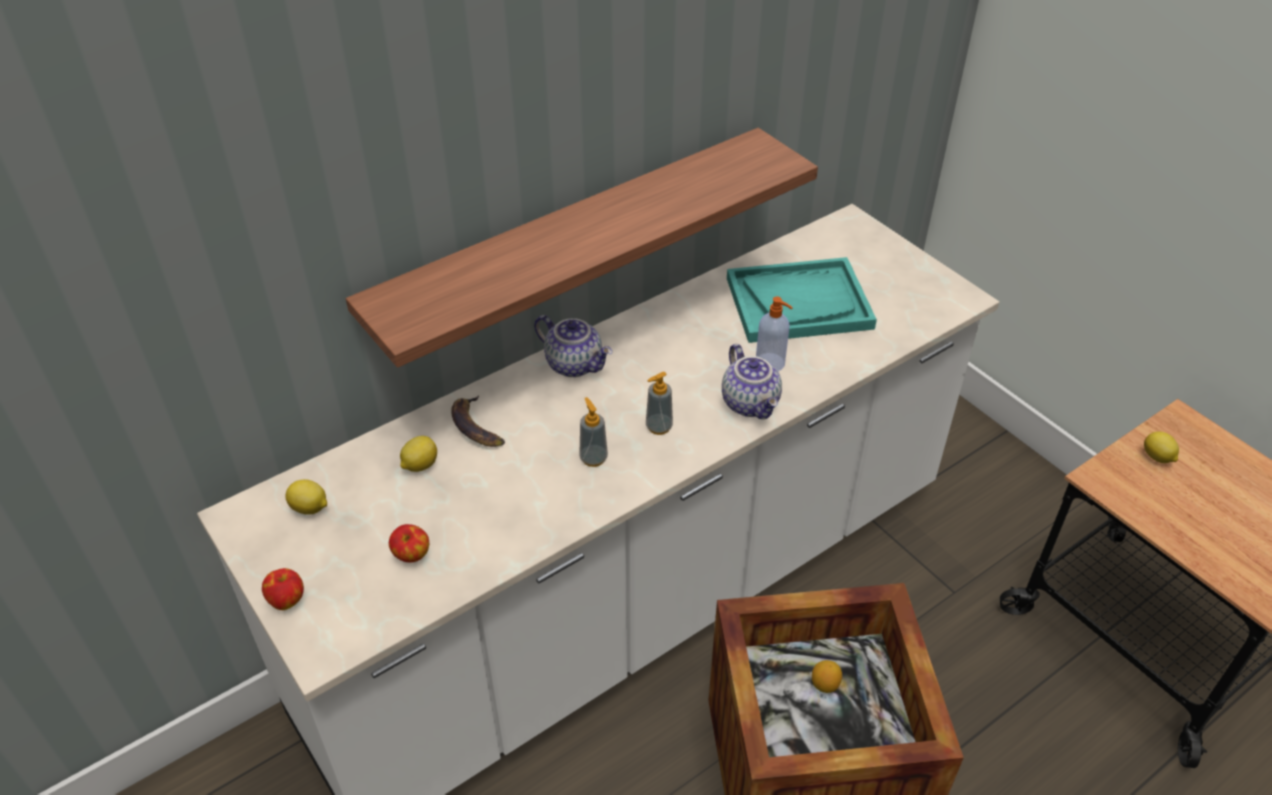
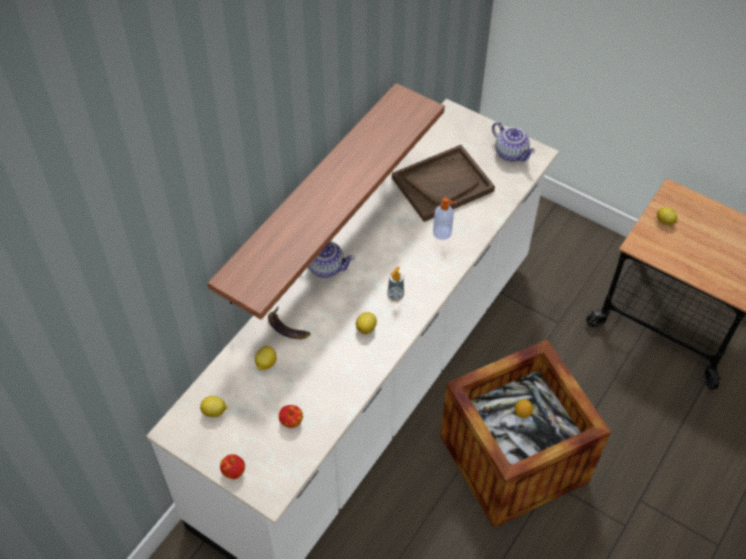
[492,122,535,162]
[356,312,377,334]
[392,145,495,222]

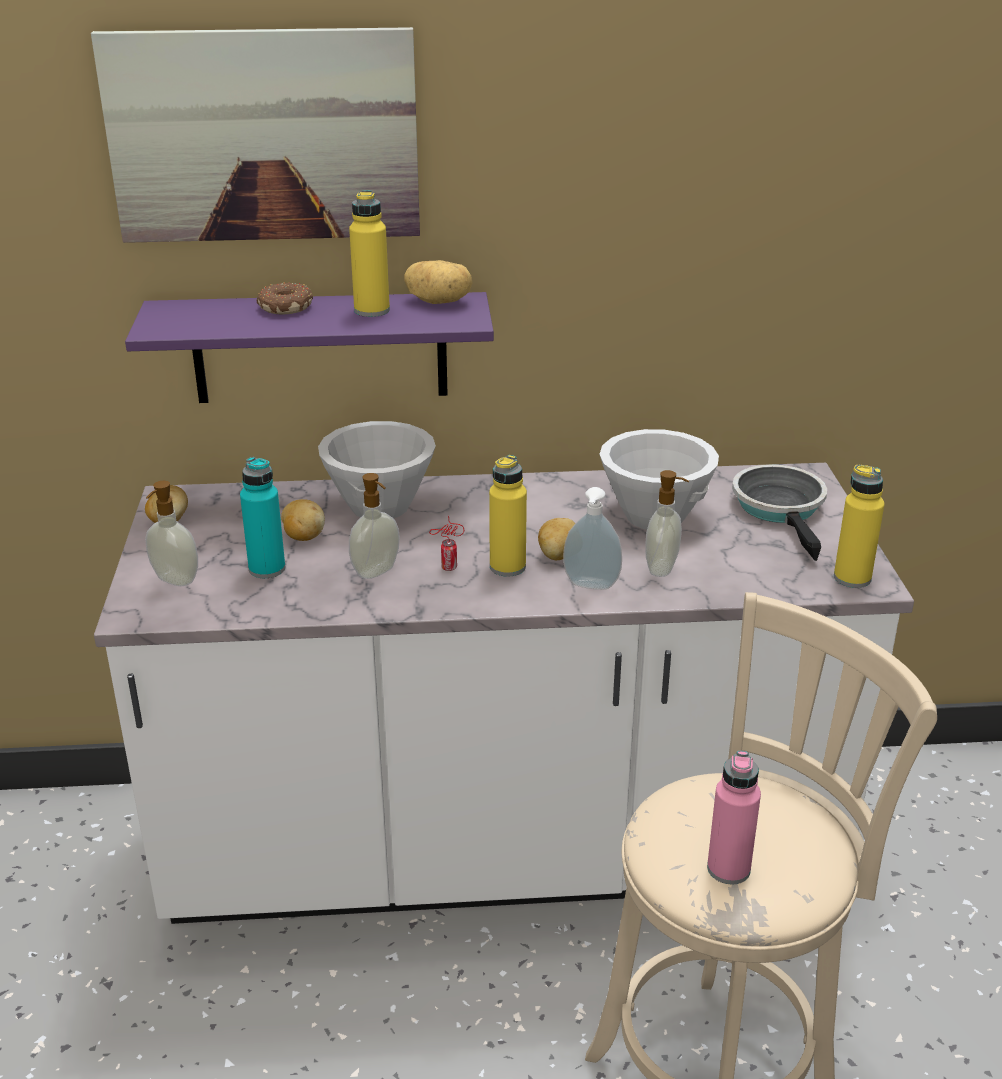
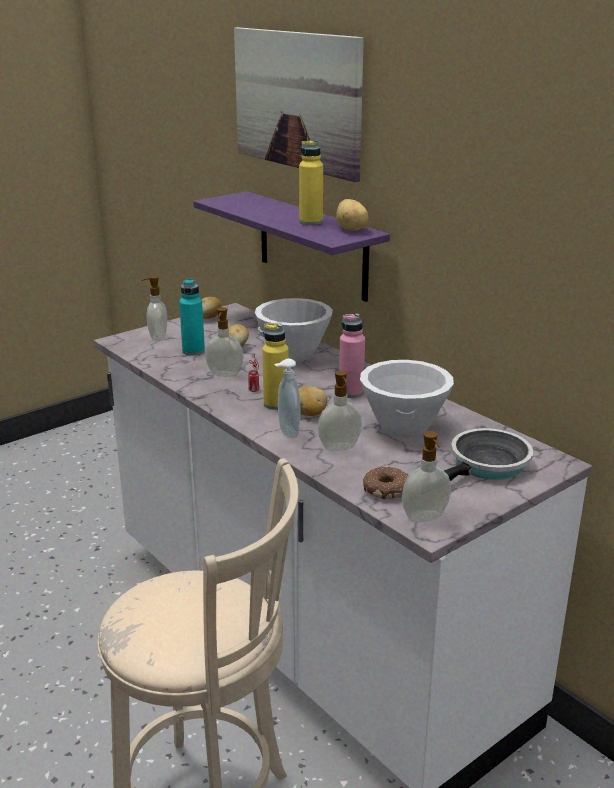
[363,466,408,499]
[339,313,365,398]
[402,431,451,523]

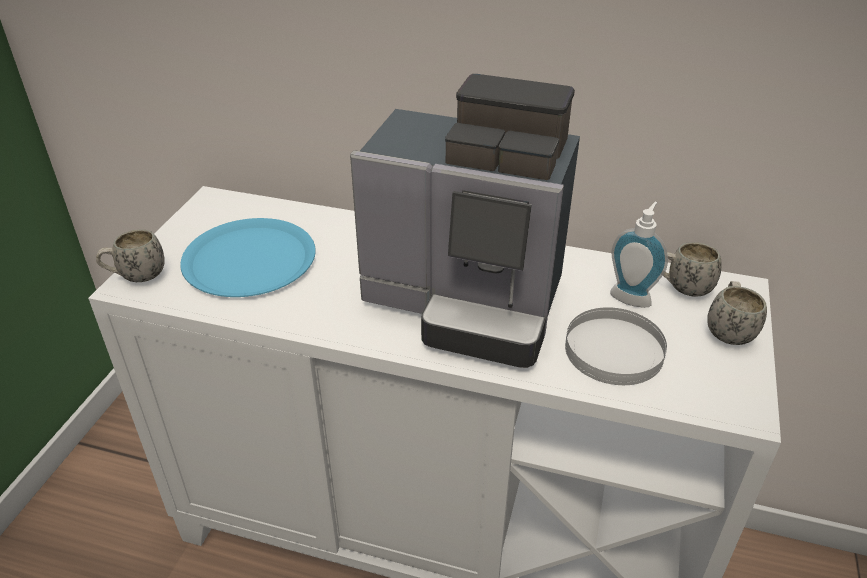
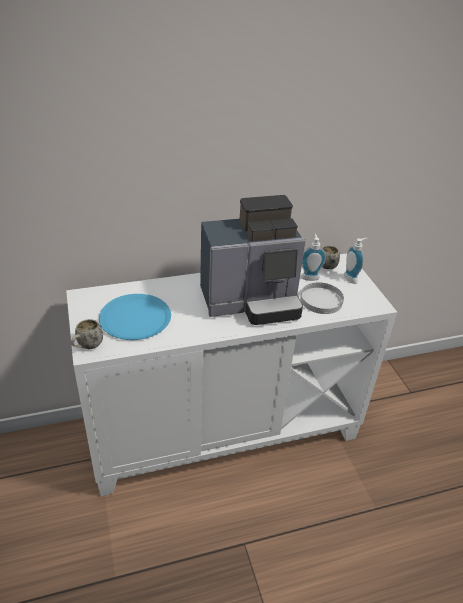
[344,238,368,284]

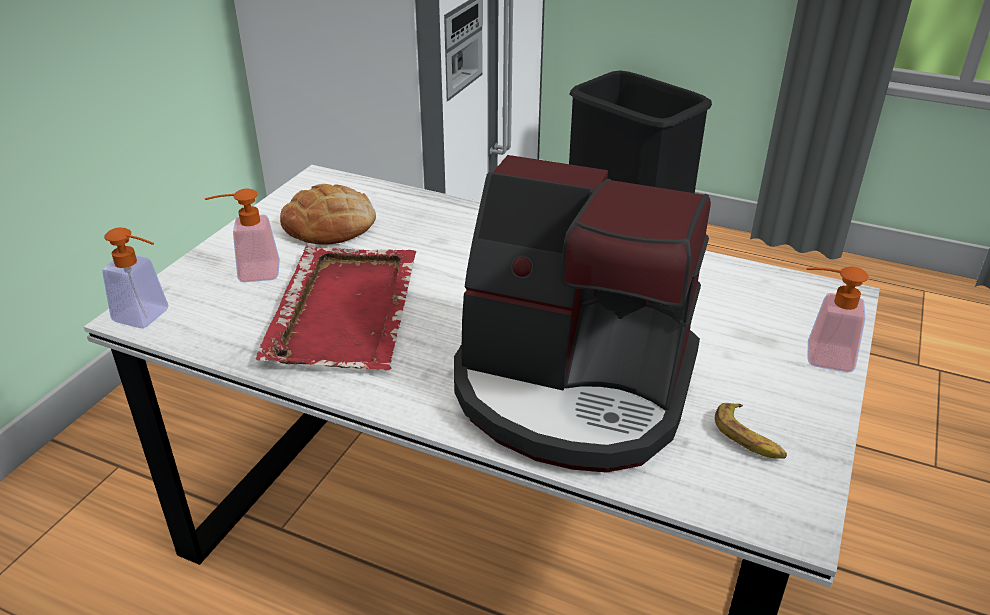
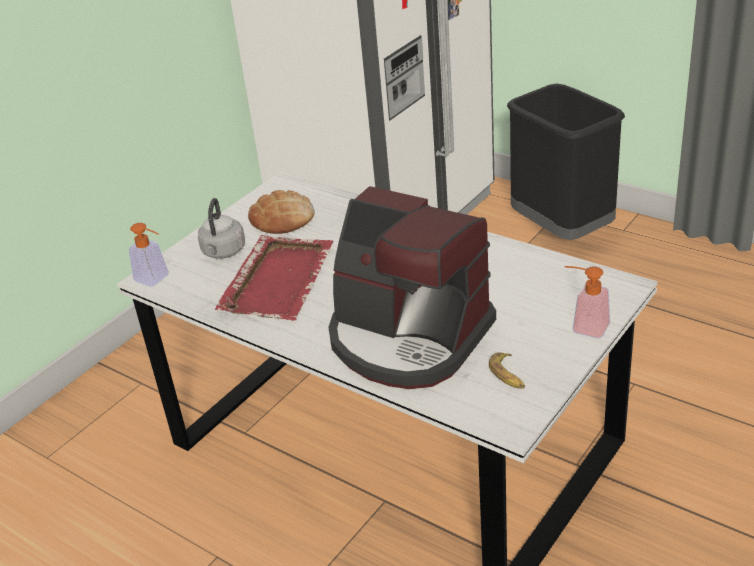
[198,198,245,259]

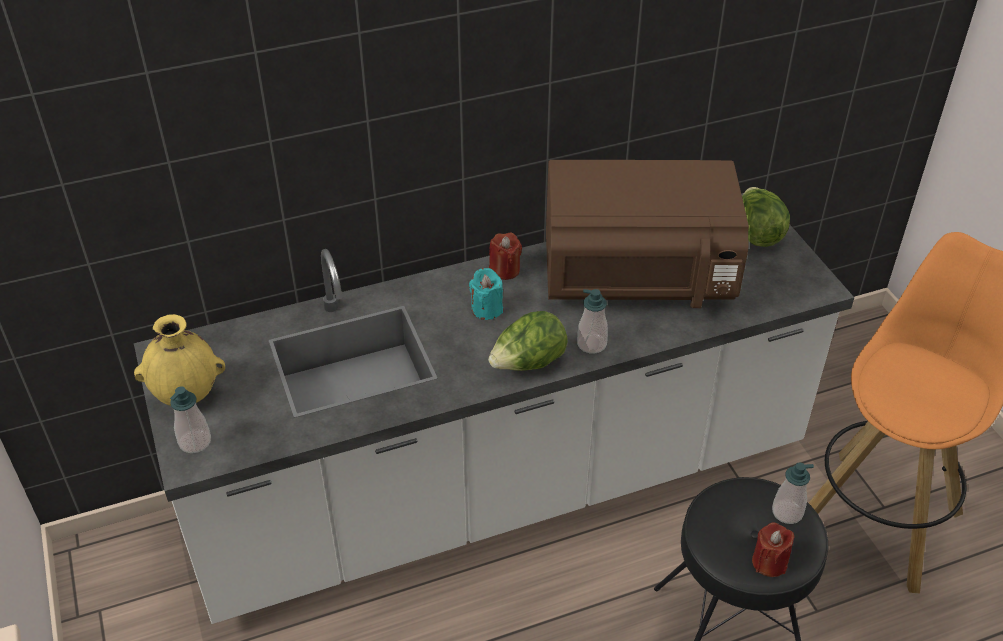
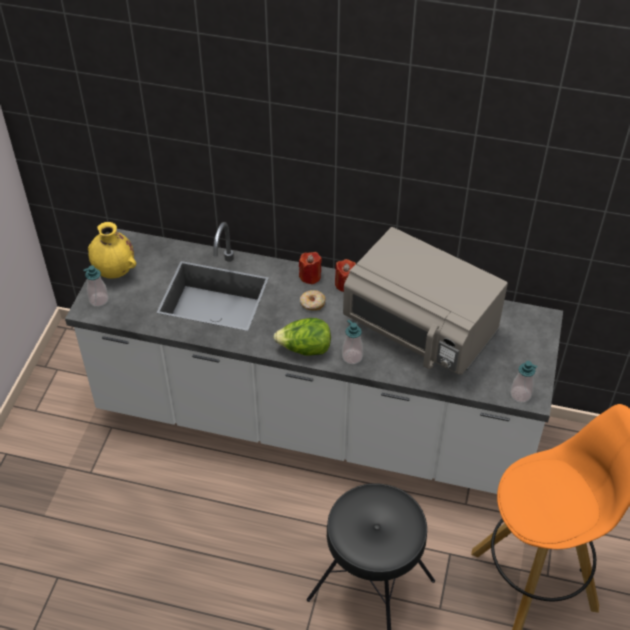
[742,187,790,247] (first image)
[299,252,322,284]
[510,361,537,403]
[300,290,326,311]
[343,227,508,375]

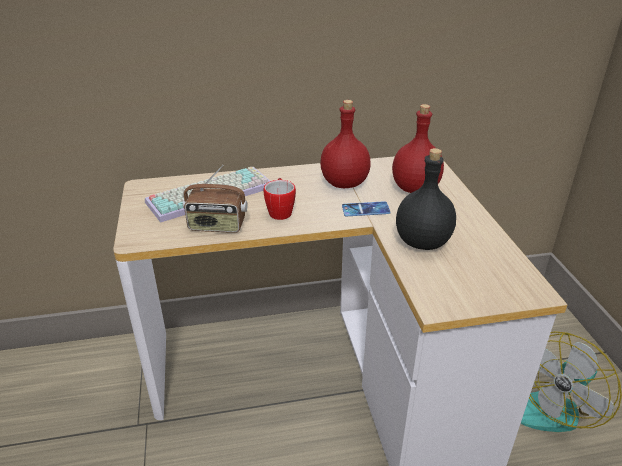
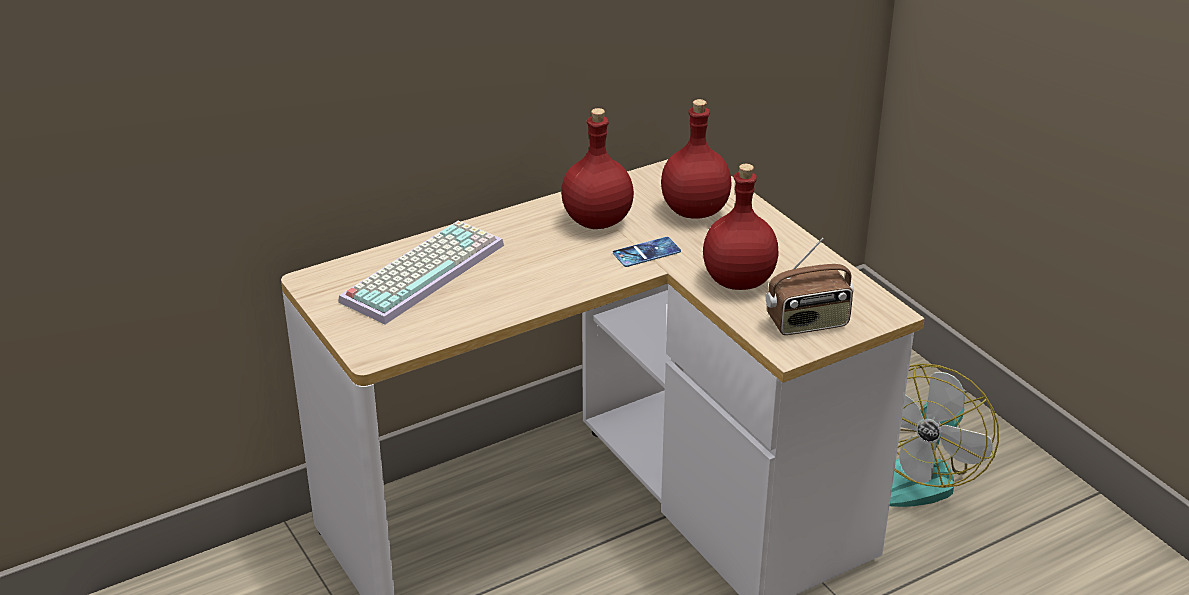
[264,178,296,220] (first image)
[766,238,853,335]
[703,164,778,290]

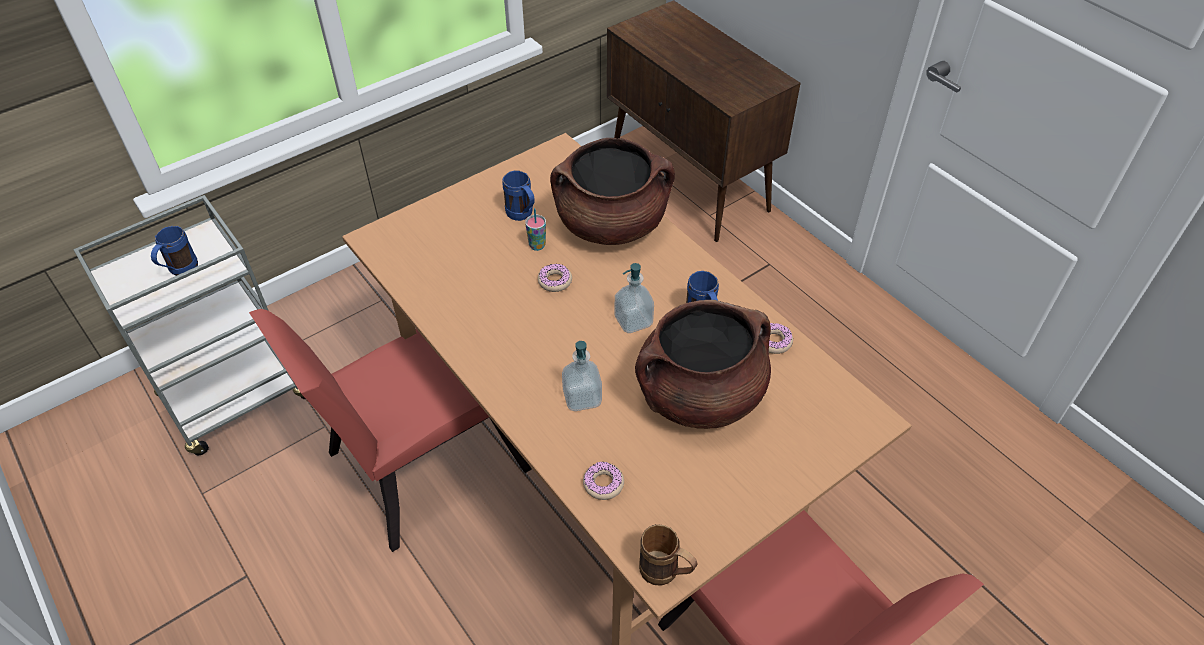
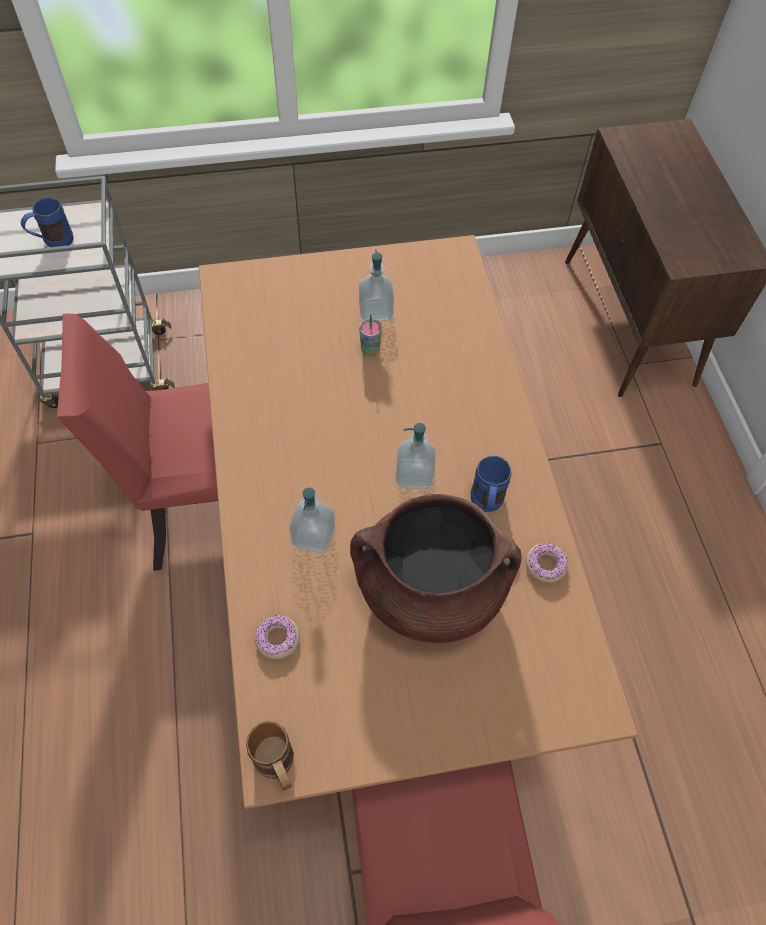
[538,264,572,292] (first image)
[550,138,675,245] (first image)
[359,249,394,321]

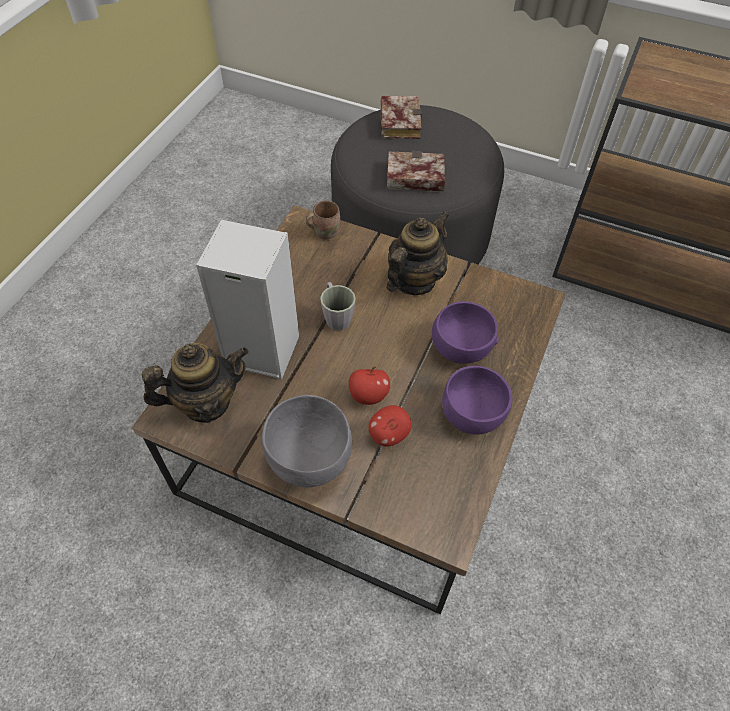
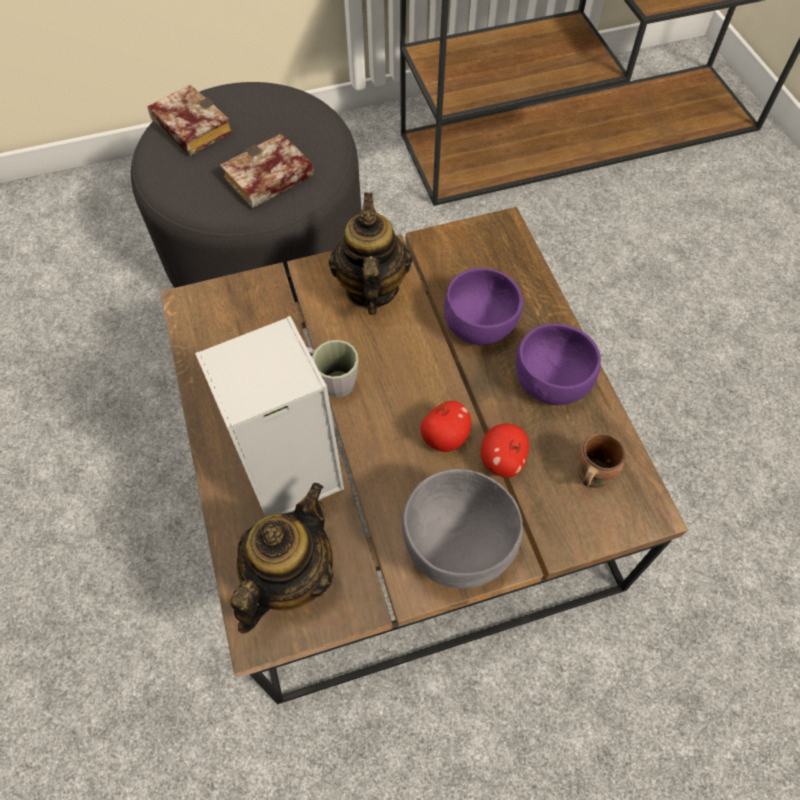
[577,433,626,488]

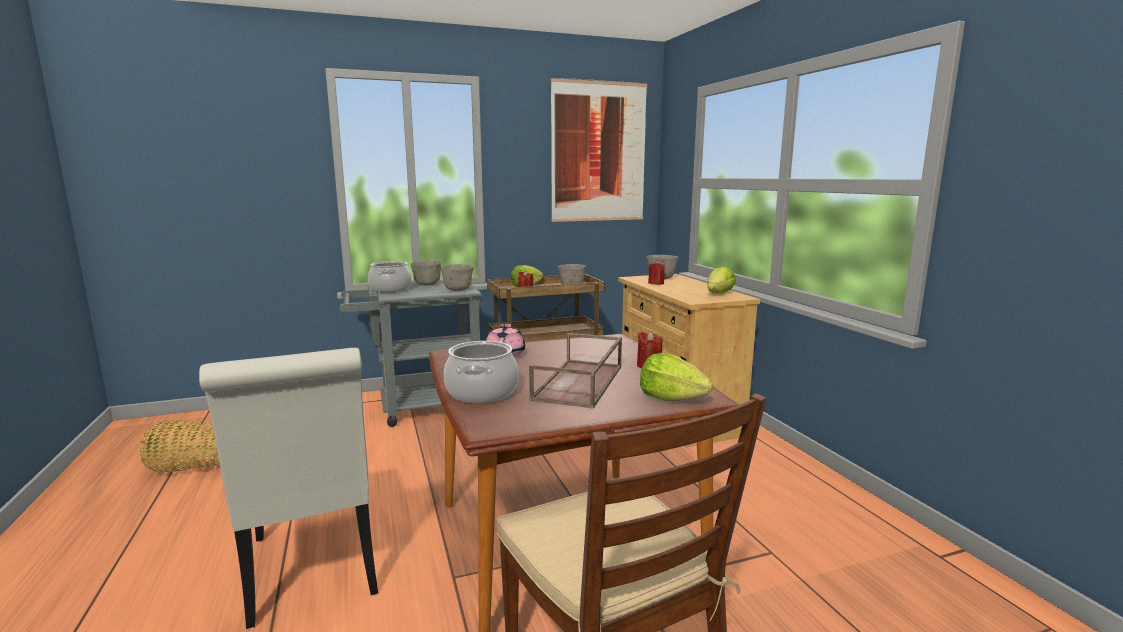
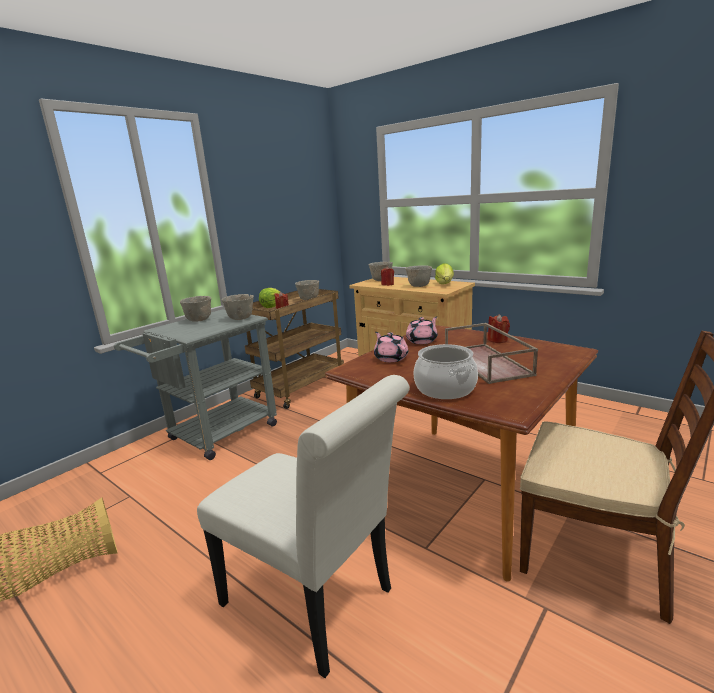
[368,261,412,292] (first image)
[551,78,647,222] (first image)
[640,353,713,401] (first image)
[405,266,432,287]
[406,317,438,344]

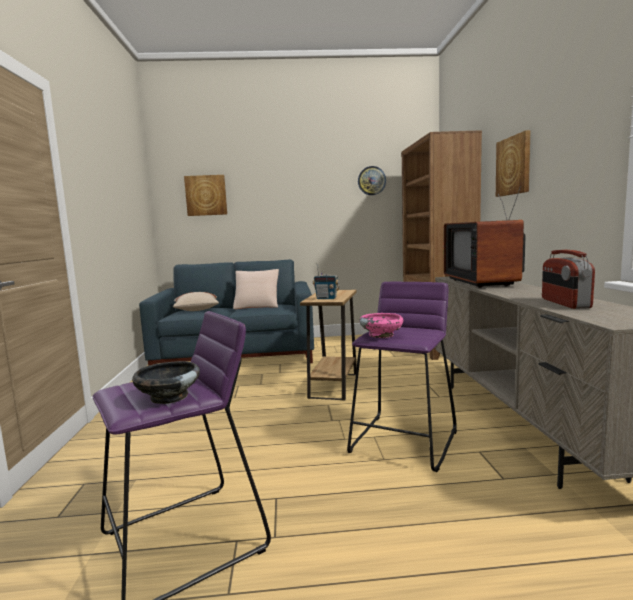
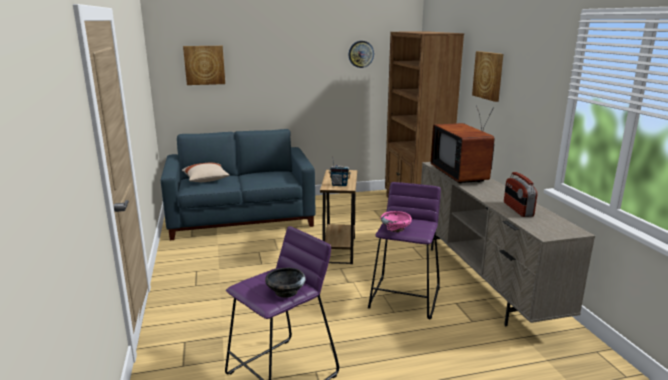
[233,269,279,309] (first image)

